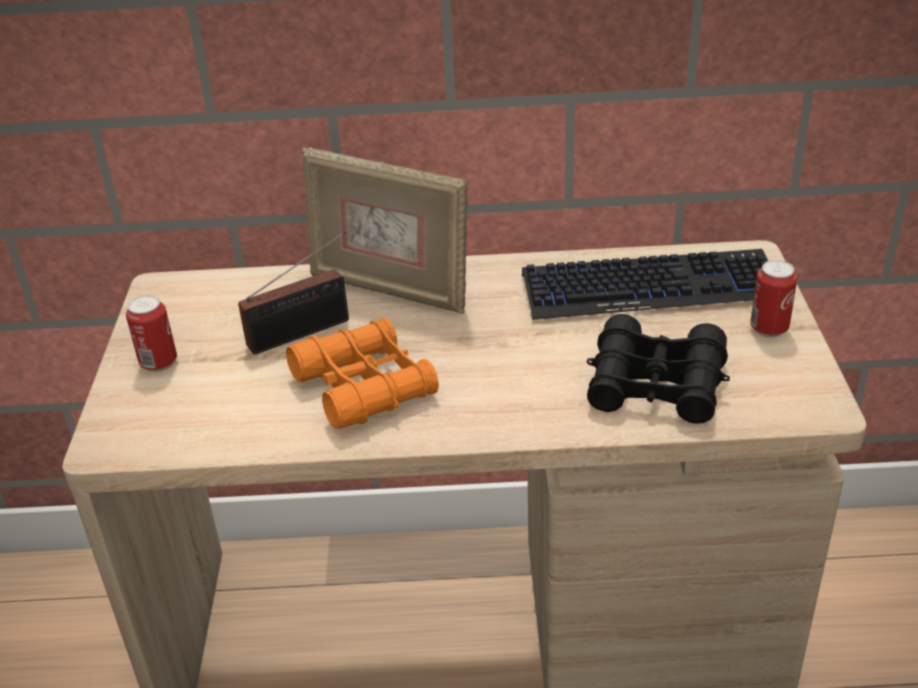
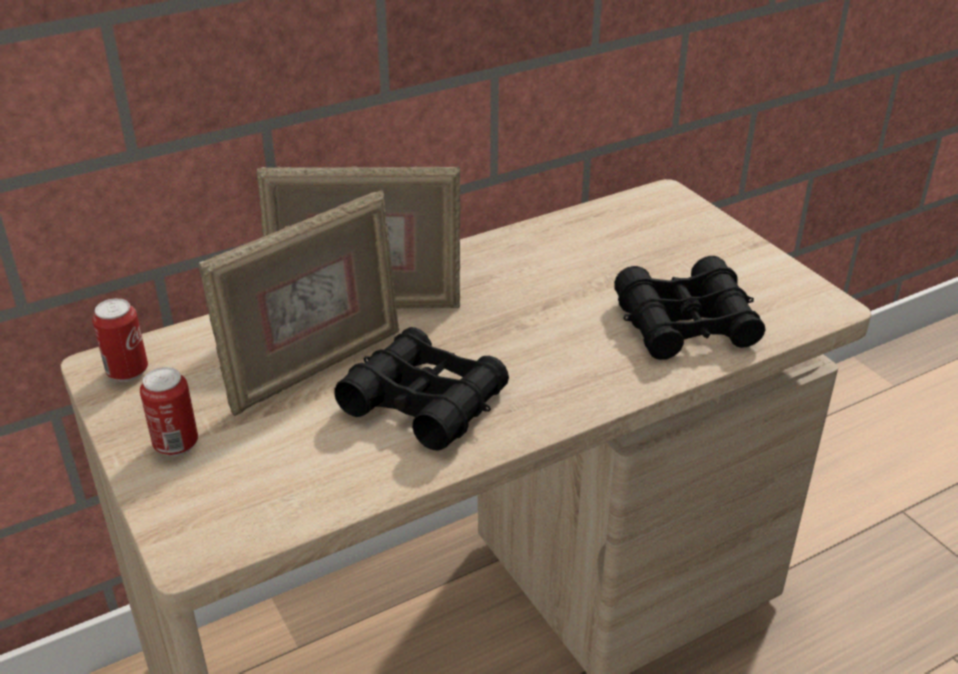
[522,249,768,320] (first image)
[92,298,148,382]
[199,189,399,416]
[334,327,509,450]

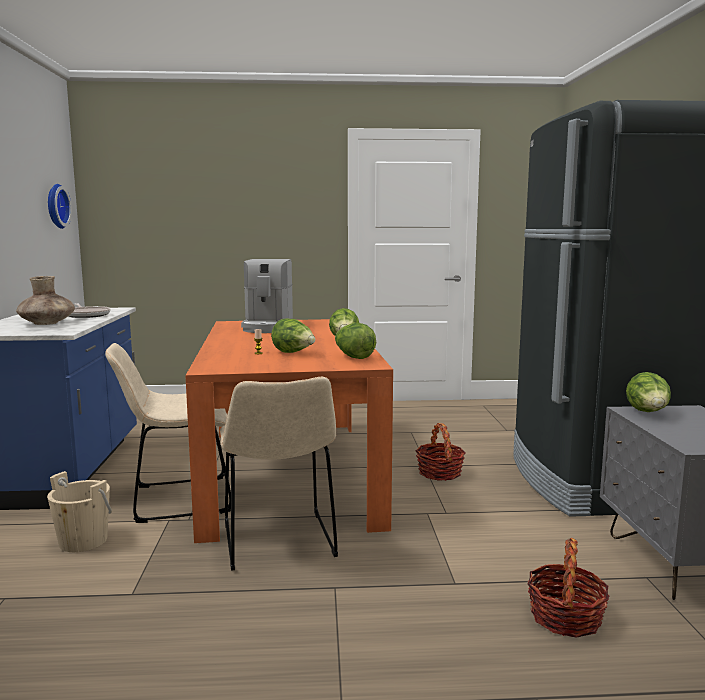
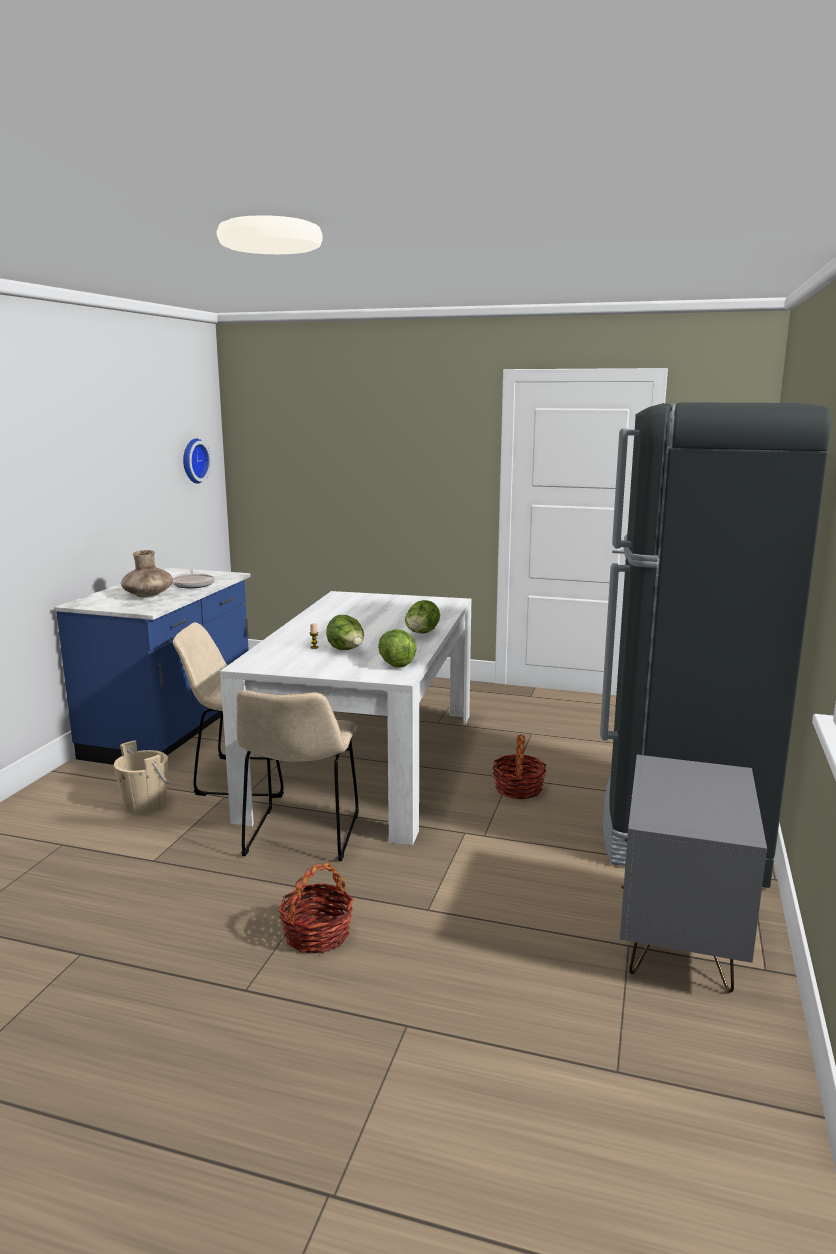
[241,259,293,333] (first image)
[626,372,671,412] (first image)
[278,862,353,953]
[220,591,471,845]

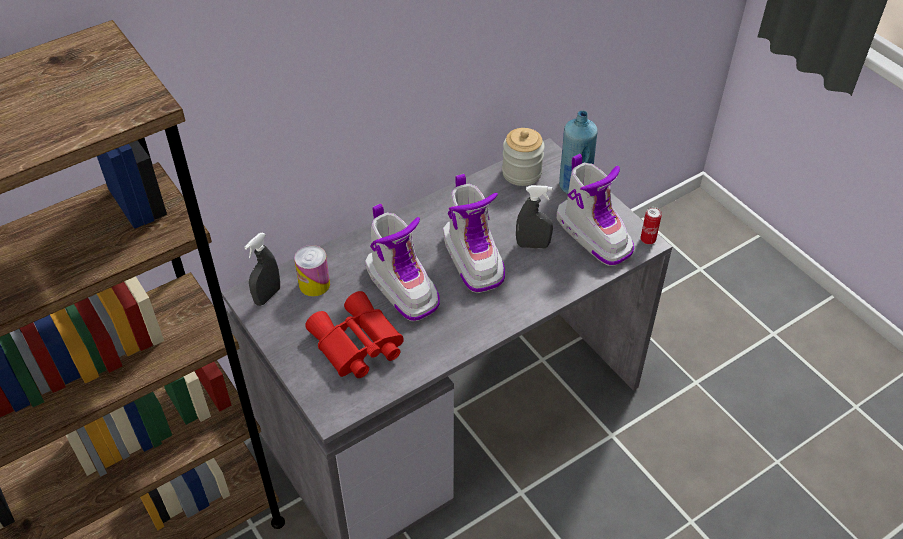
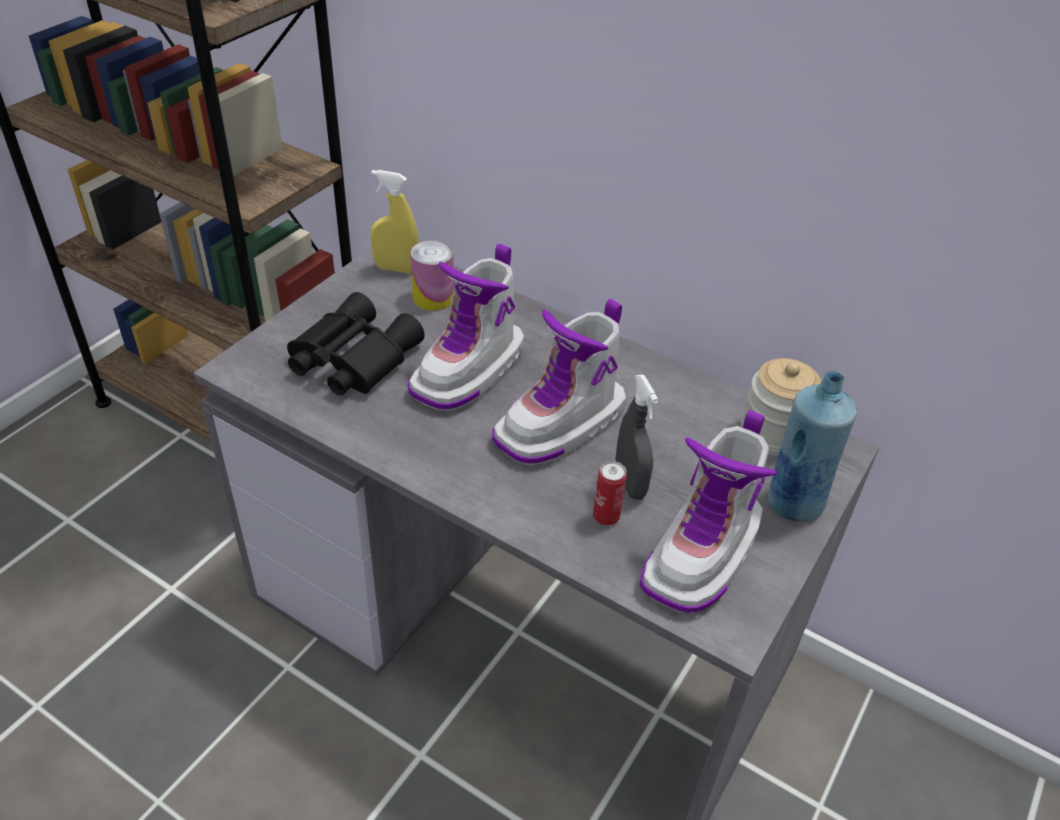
[593,461,627,526]
[370,170,419,273]
[287,292,425,396]

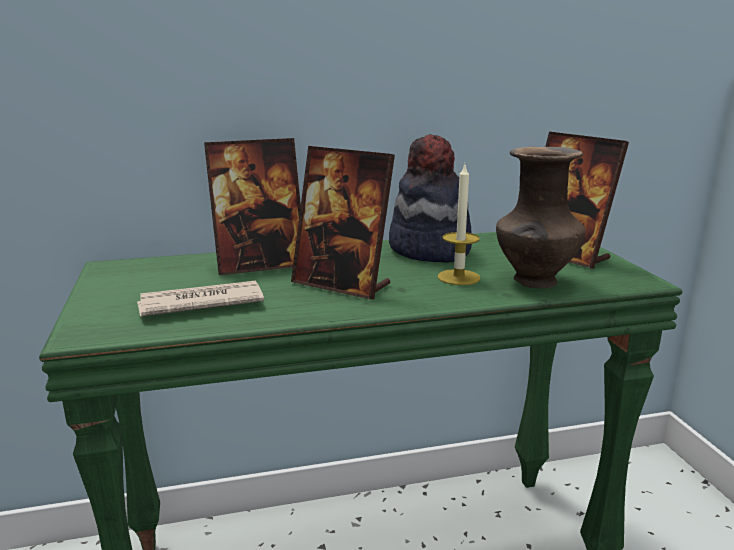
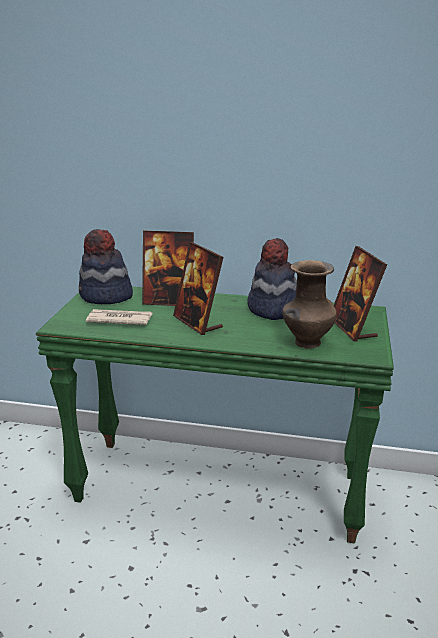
[438,165,480,285] (first image)
[79,229,133,304]

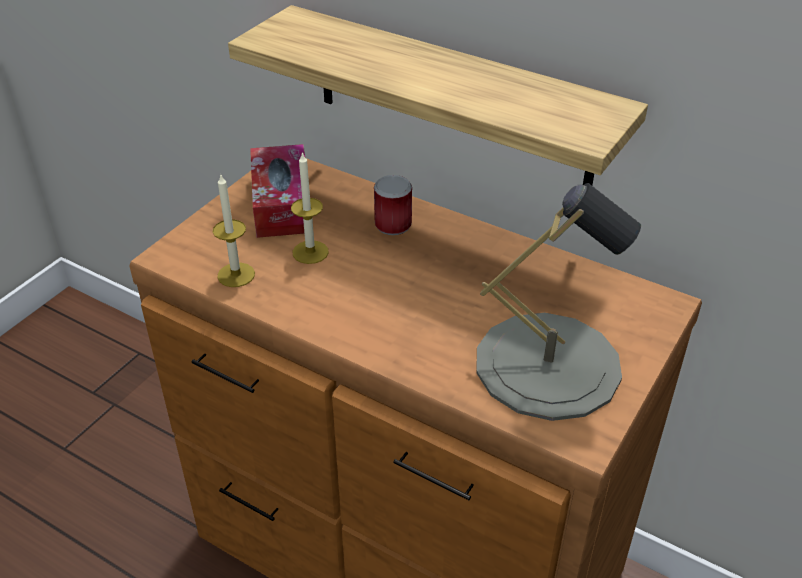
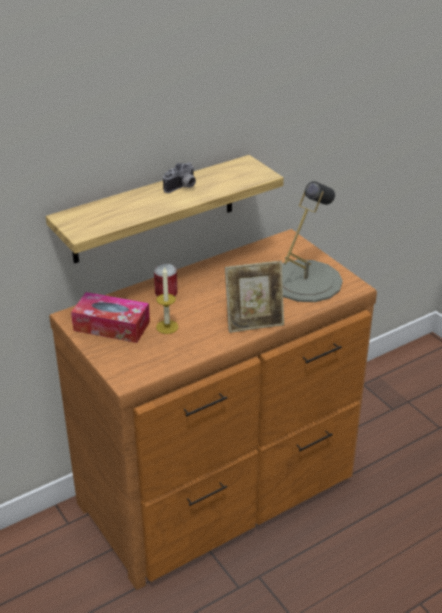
[213,173,255,287] (first image)
[163,162,196,193]
[225,261,284,333]

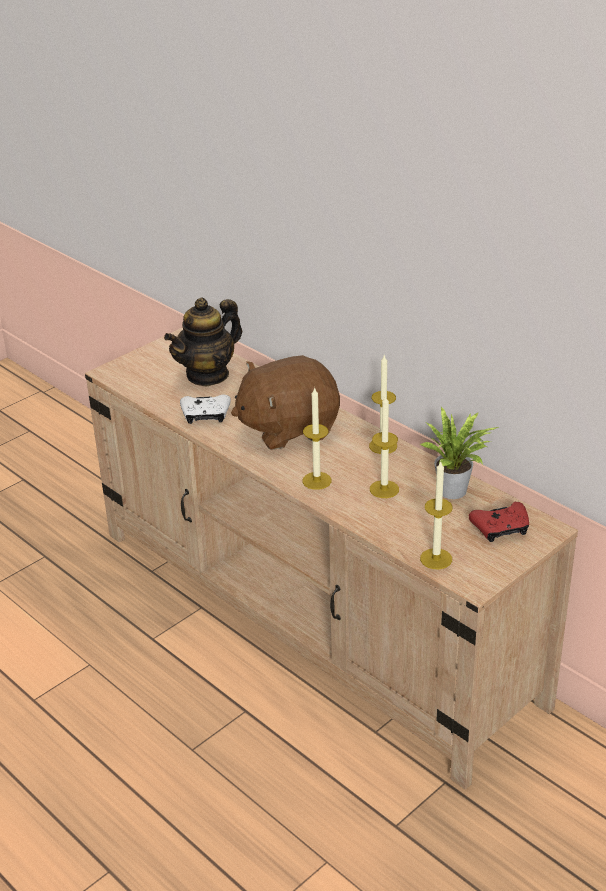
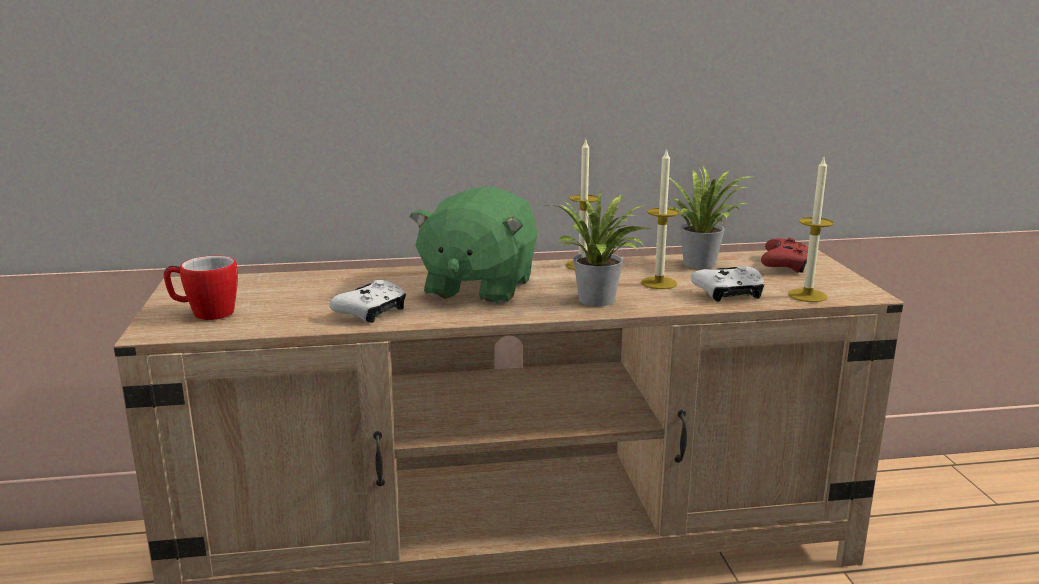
[164,297,242,387] (first image)
[164,255,238,320]
[691,265,764,302]
[550,189,650,306]
[410,187,537,304]

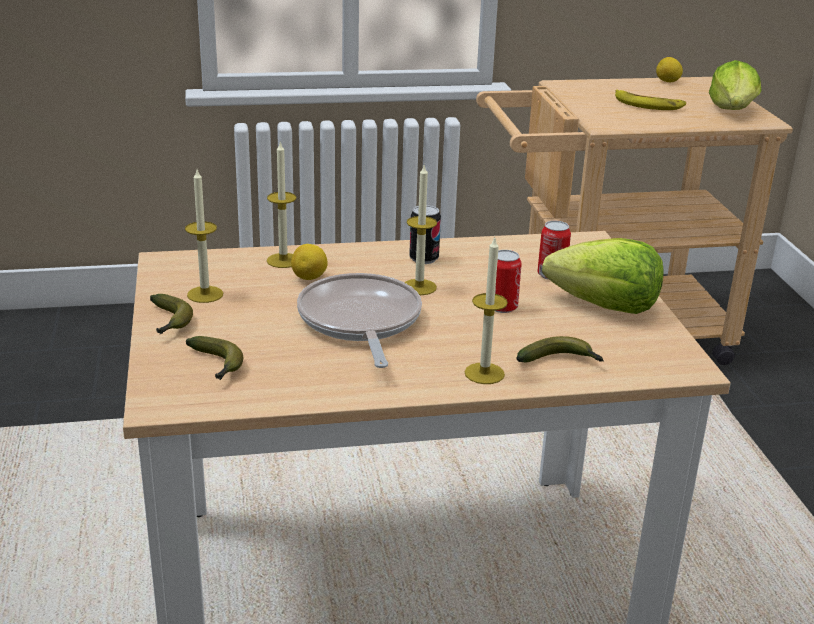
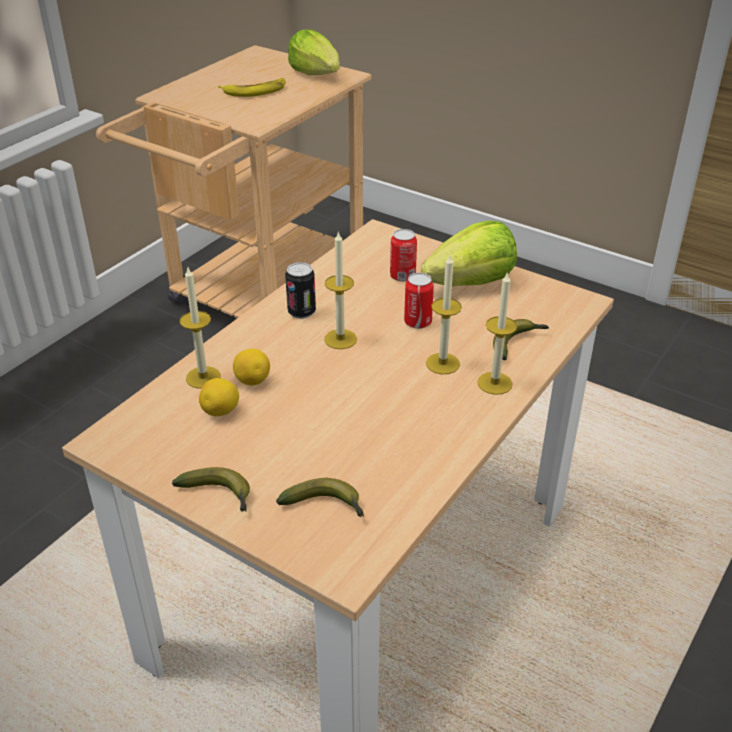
[297,273,422,368] (first image)
[426,255,462,374]
[199,378,239,416]

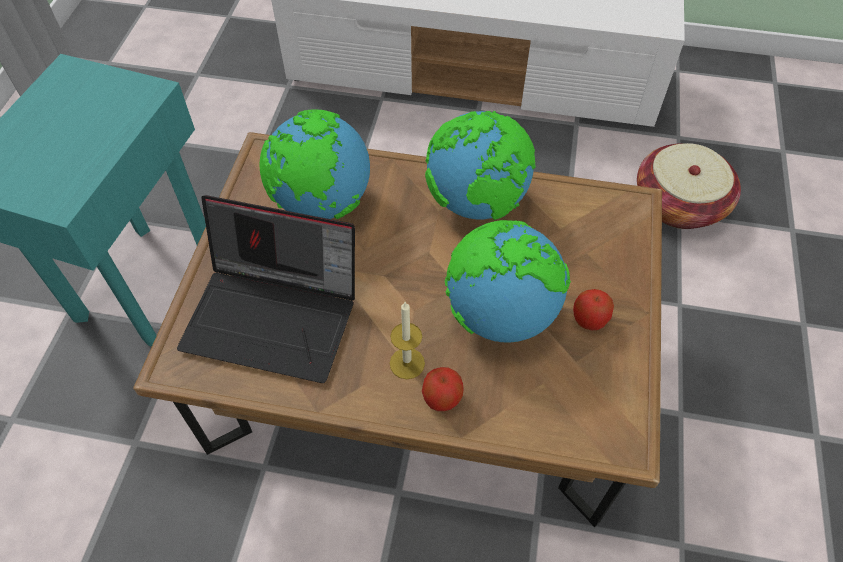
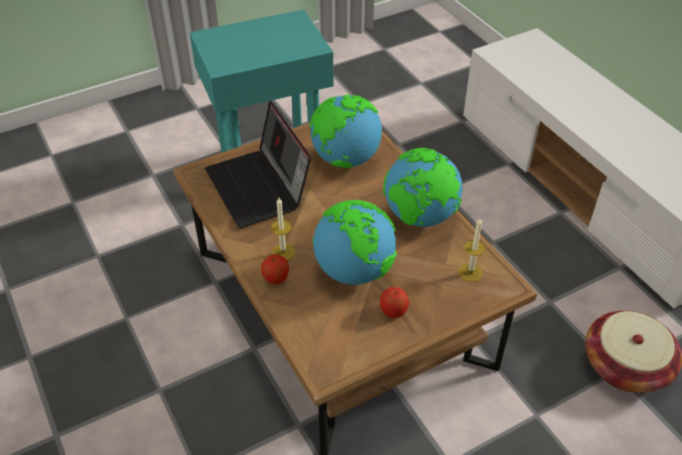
[458,217,486,282]

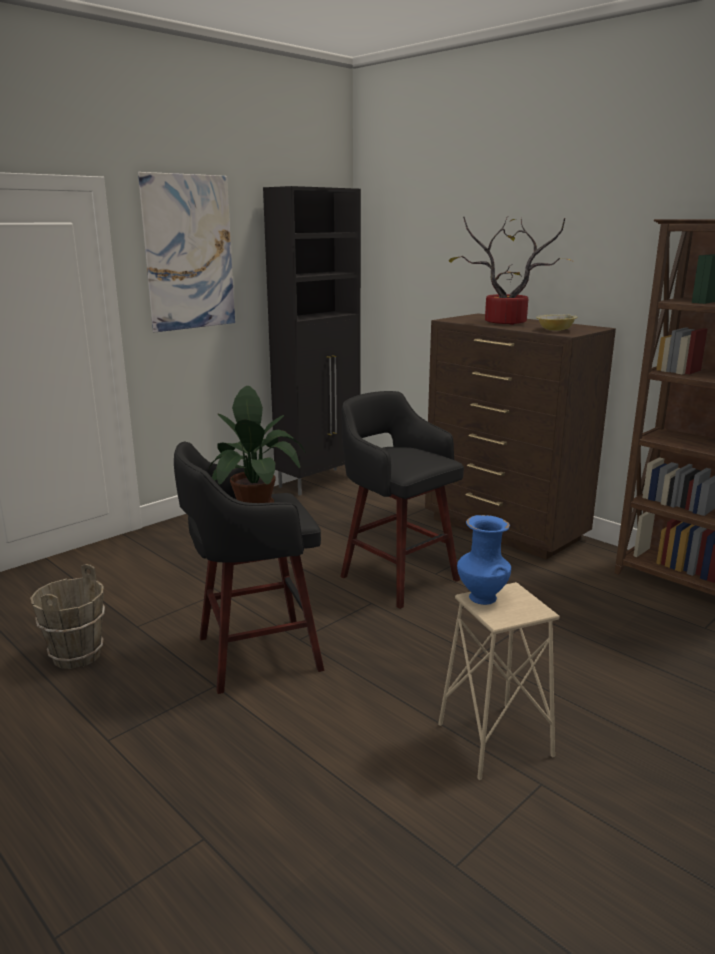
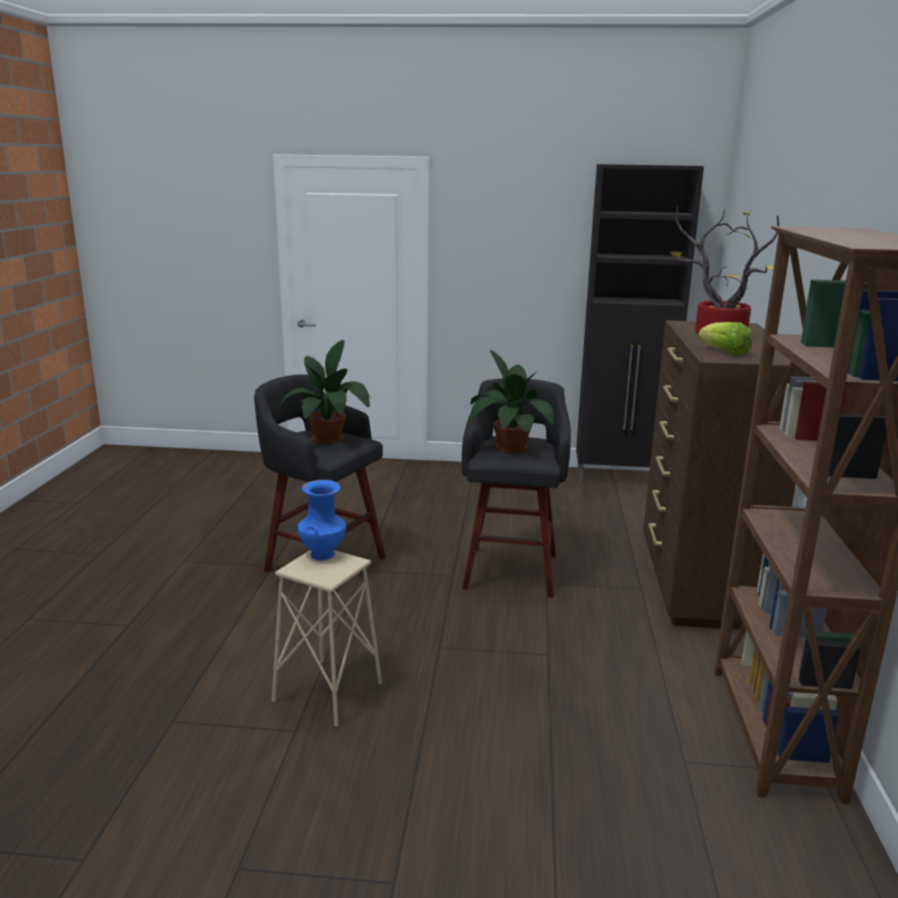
[30,564,105,669] (first image)
[138,172,235,332] (first image)
[468,350,554,453]
[699,322,752,356]

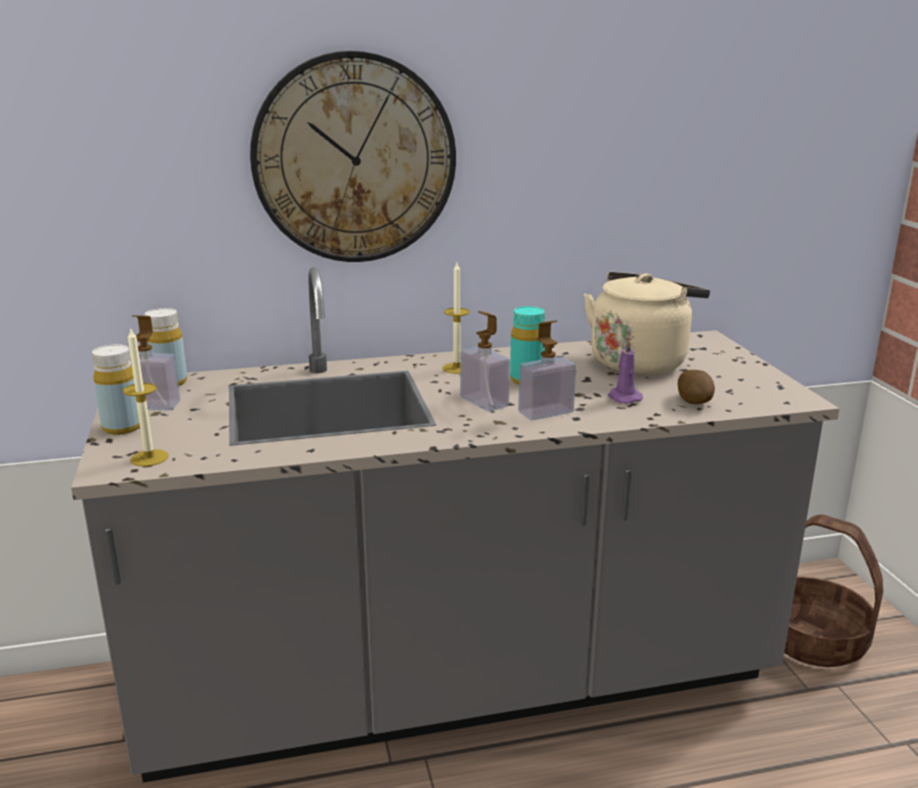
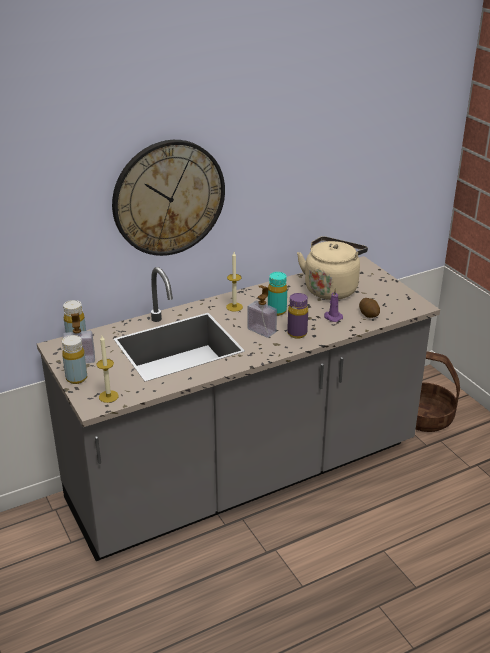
[287,293,308,339]

